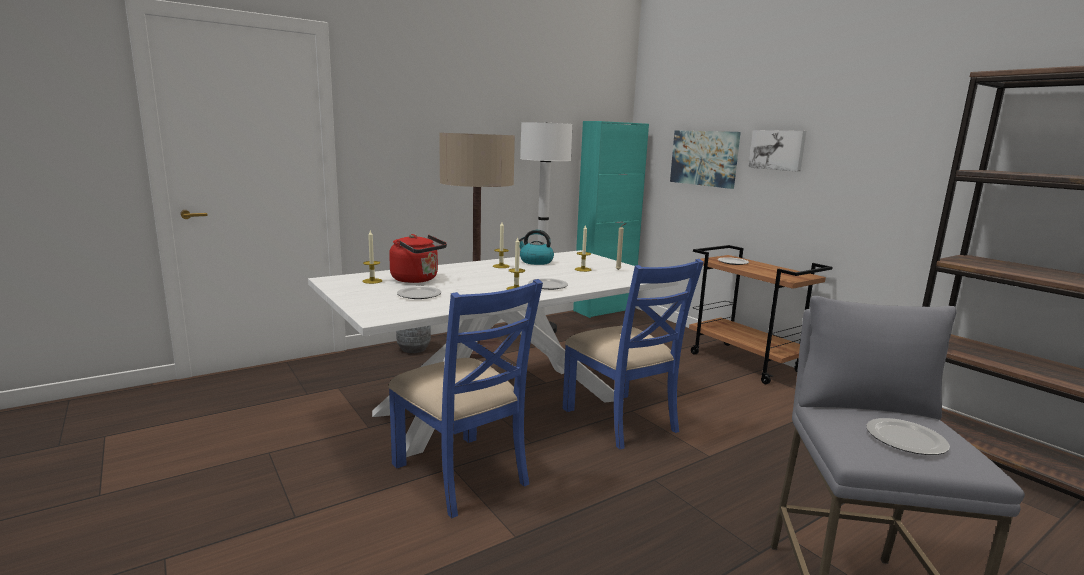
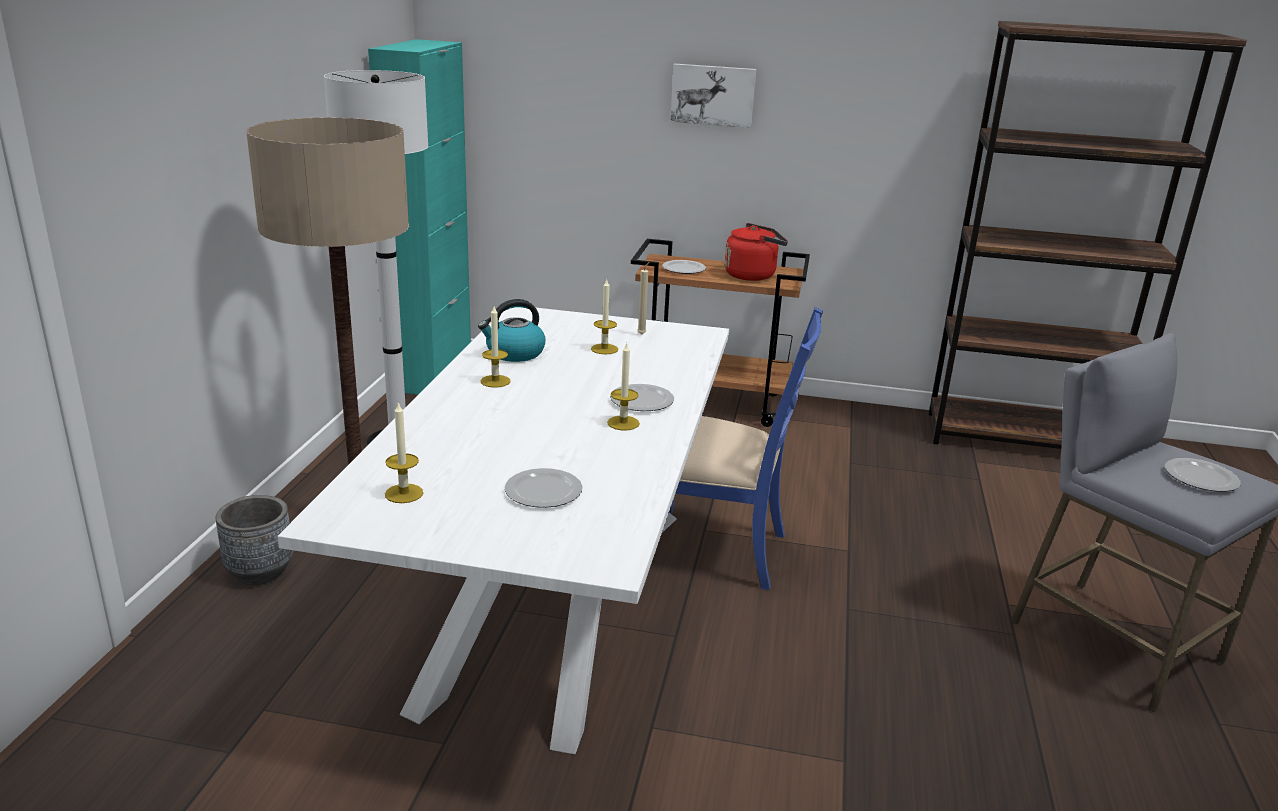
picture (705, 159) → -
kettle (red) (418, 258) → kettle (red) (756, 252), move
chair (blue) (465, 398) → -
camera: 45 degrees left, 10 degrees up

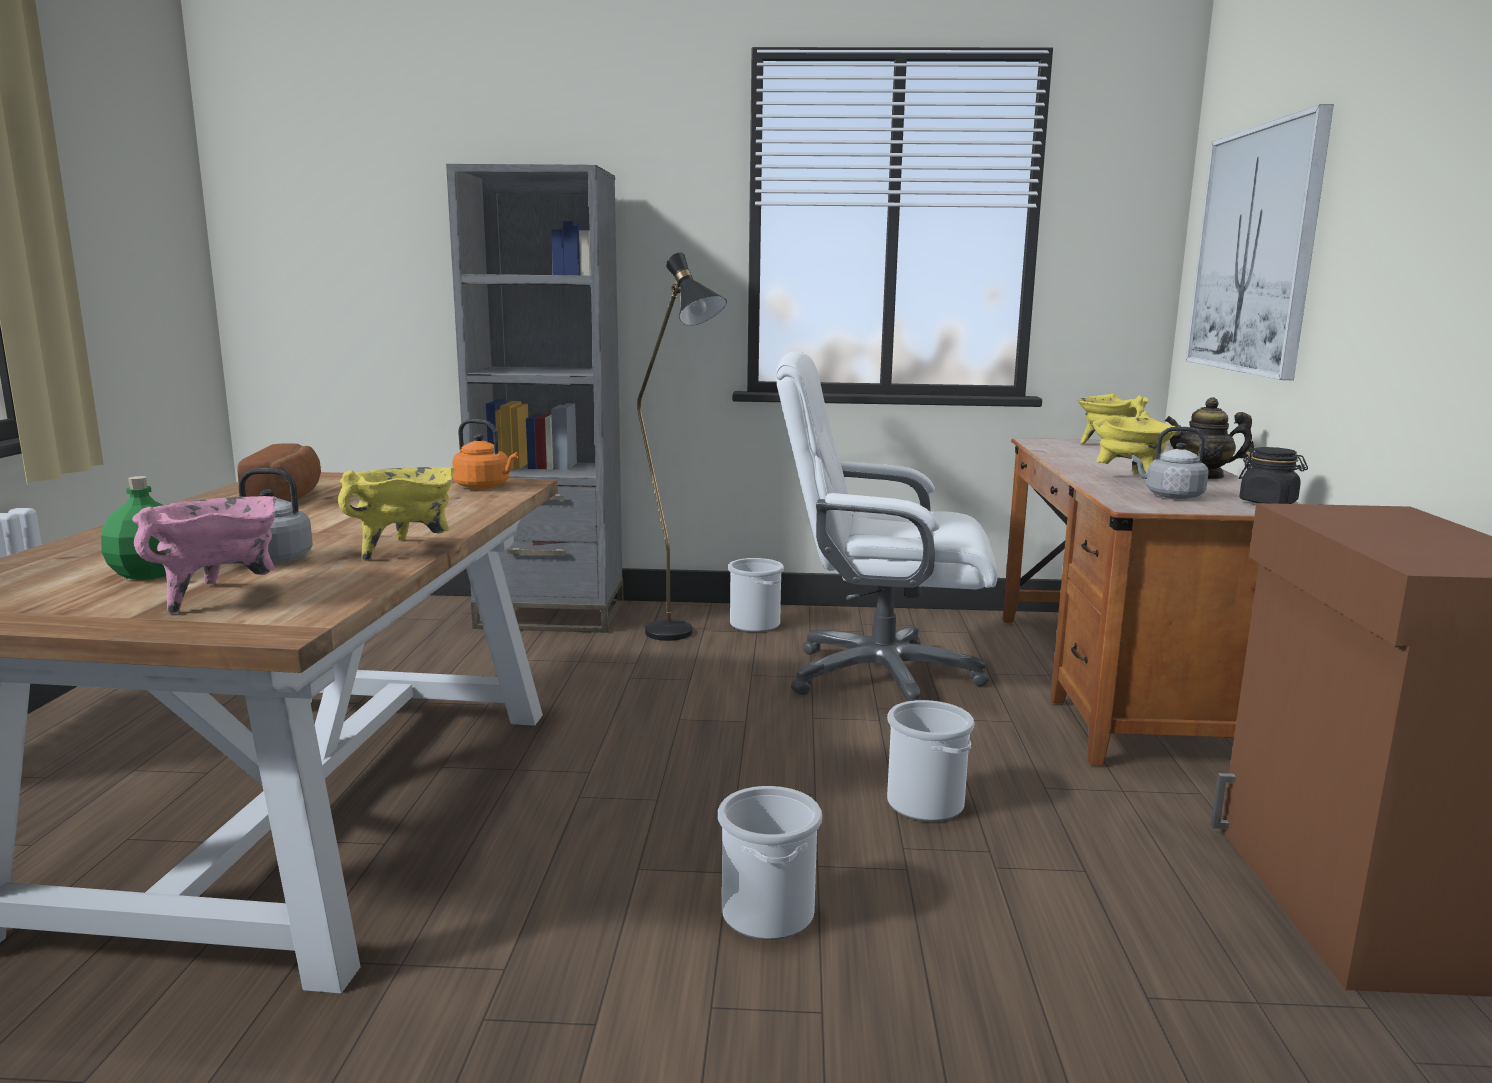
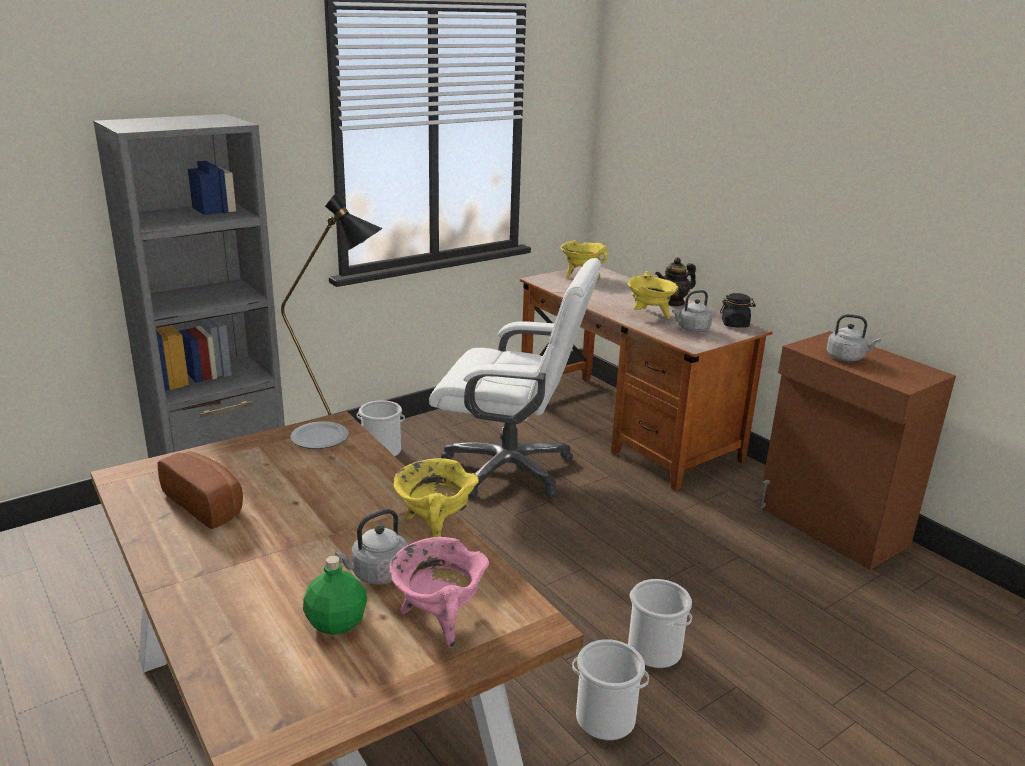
picture (1260, 242) → -
office chair (white) (887, 527) → office chair (white) (515, 378), 135 degrees counterclockwise
kettle (orange) (485, 454) → plate (319, 435)
bucket (930, 761) → bucket (610, 690), move
- → kettle (grey) (853, 337)
camera: 40 degrees left, 10 degrees up

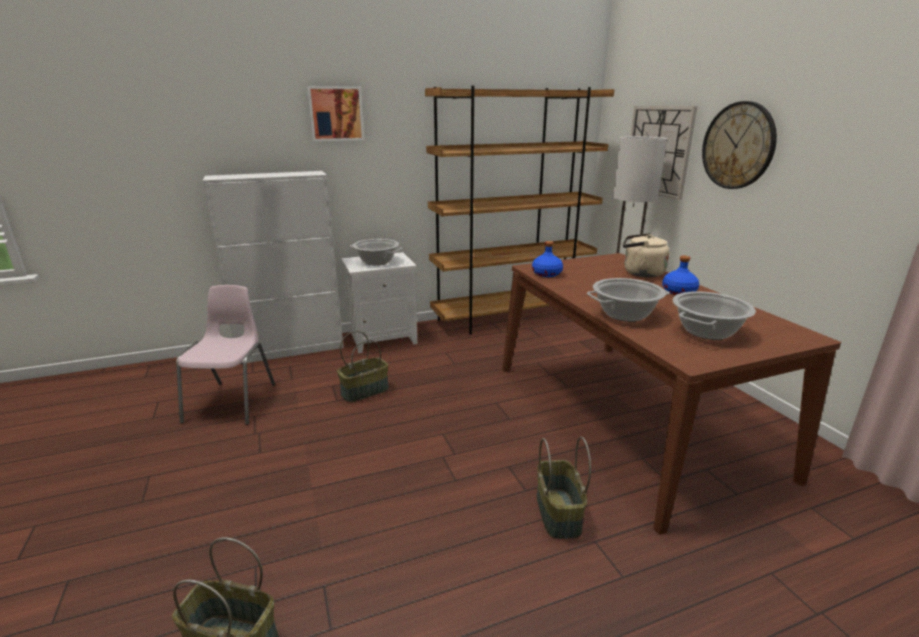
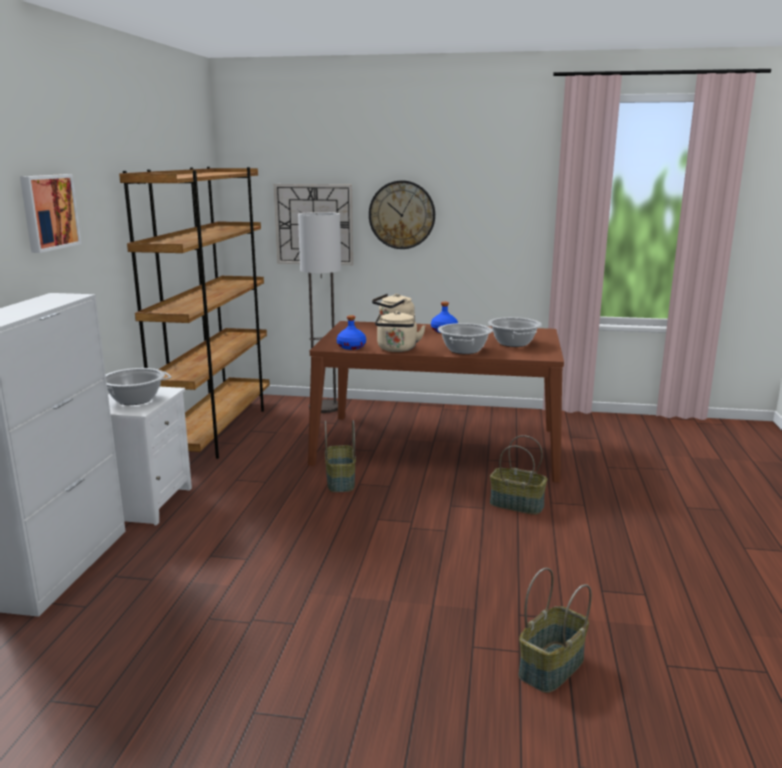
chair (pink) (225, 355) → -
basket (363, 366) → basket (340, 456), move
- → kettle (beige) (400, 331)
camera: 60 degrees left, 5 degrees down

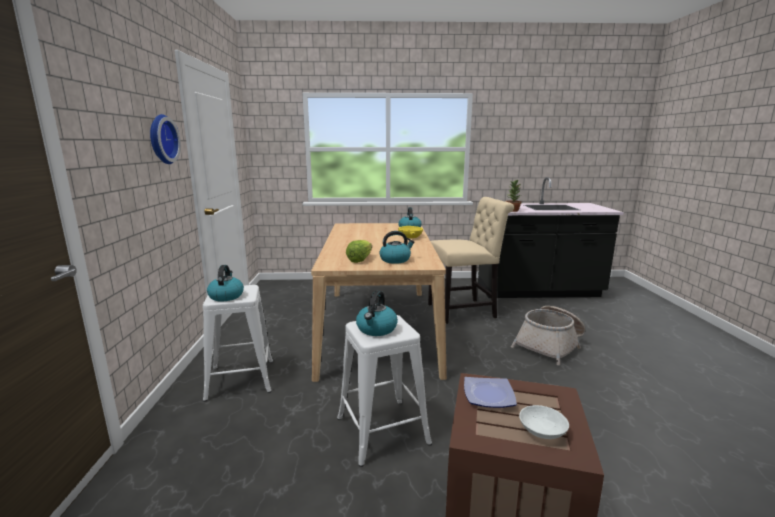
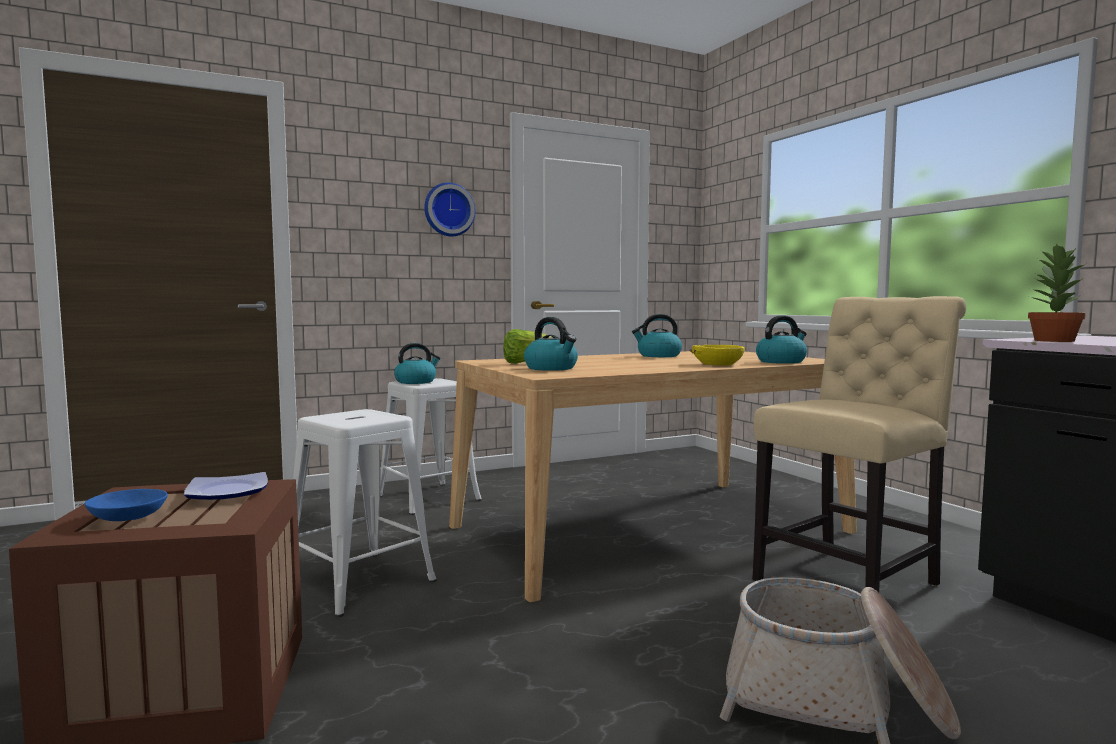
chair (beige) (471, 260) → chair (beige) (859, 444), 90 degrees counterclockwise
kettle (377, 313) → kettle (657, 335), move
bowl (white) (544, 422) → bowl (blue) (126, 505)
camera: 65 degrees right, 10 degrees down

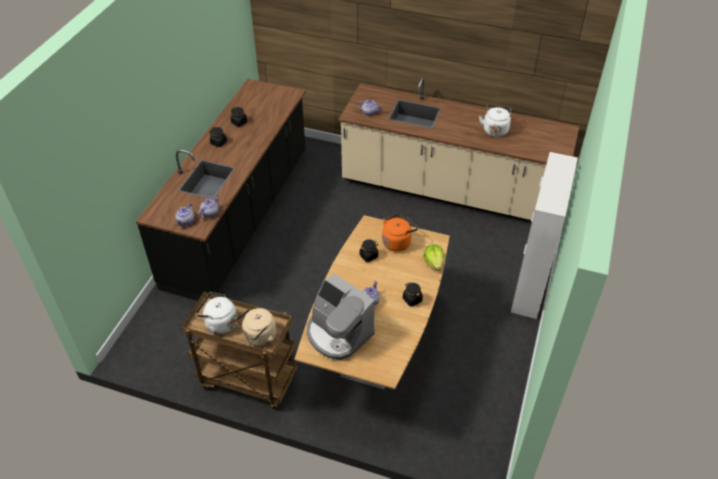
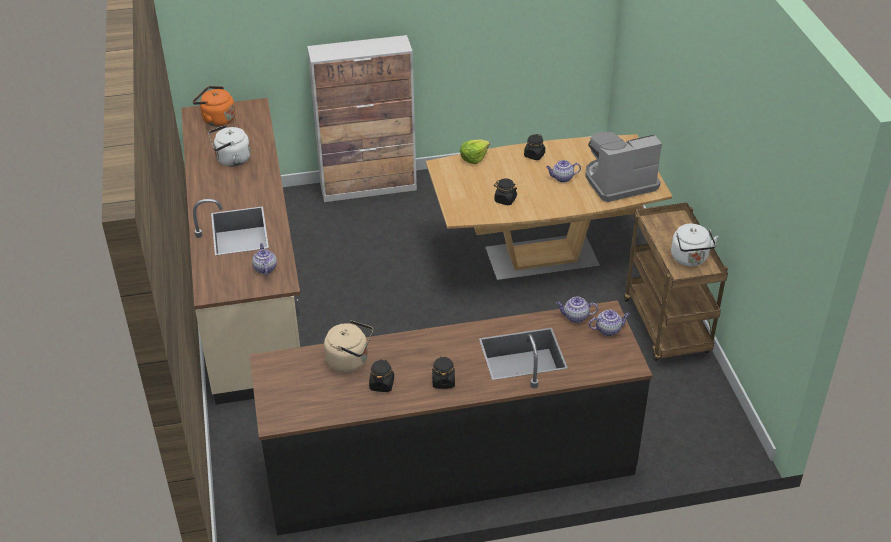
kettle (orange) (400, 232) → kettle (orange) (213, 106), move
coffee machine (340, 316) → coffee machine (623, 167), 120 degrees counterclockwise
kettle (beige) (255, 327) → kettle (beige) (348, 346), move
camera: 120 degrees left, 5 degrees down

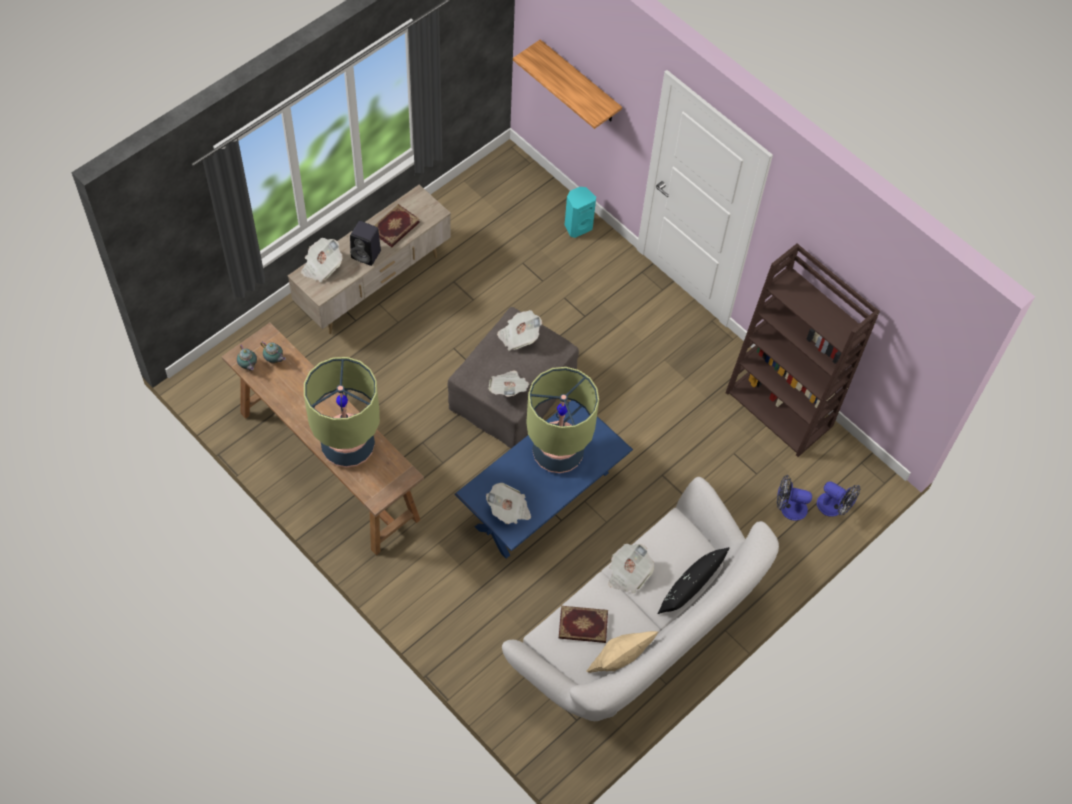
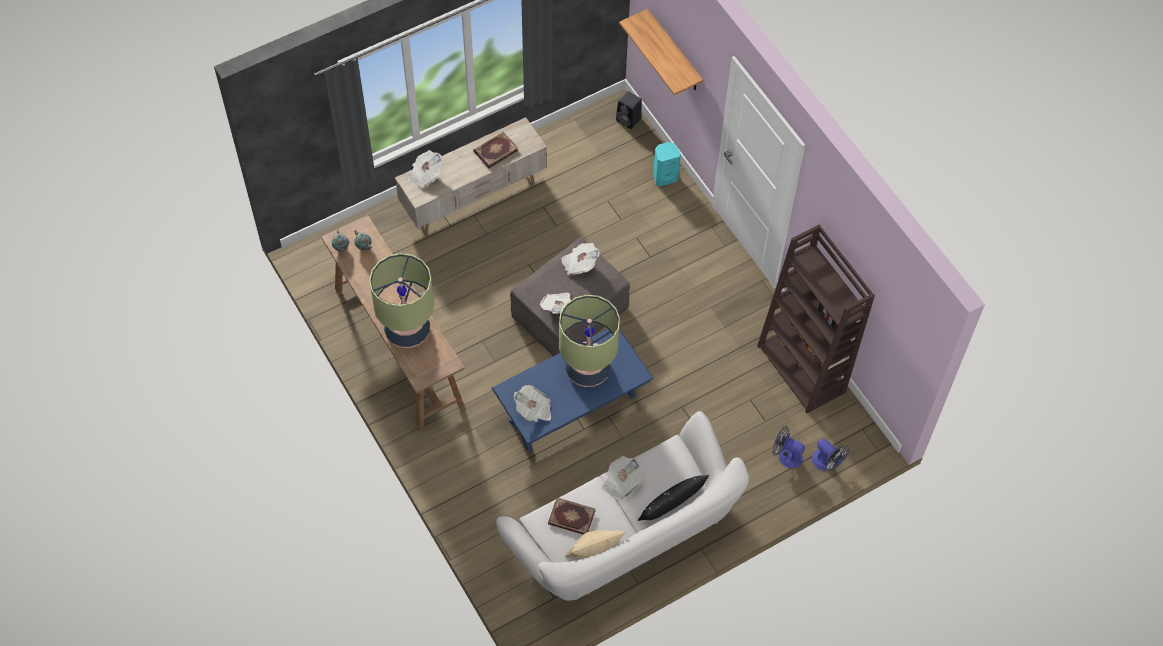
speaker (black) (365, 243) → speaker (black) (629, 110), move
camera: 15 degrees right, 0 degrees up

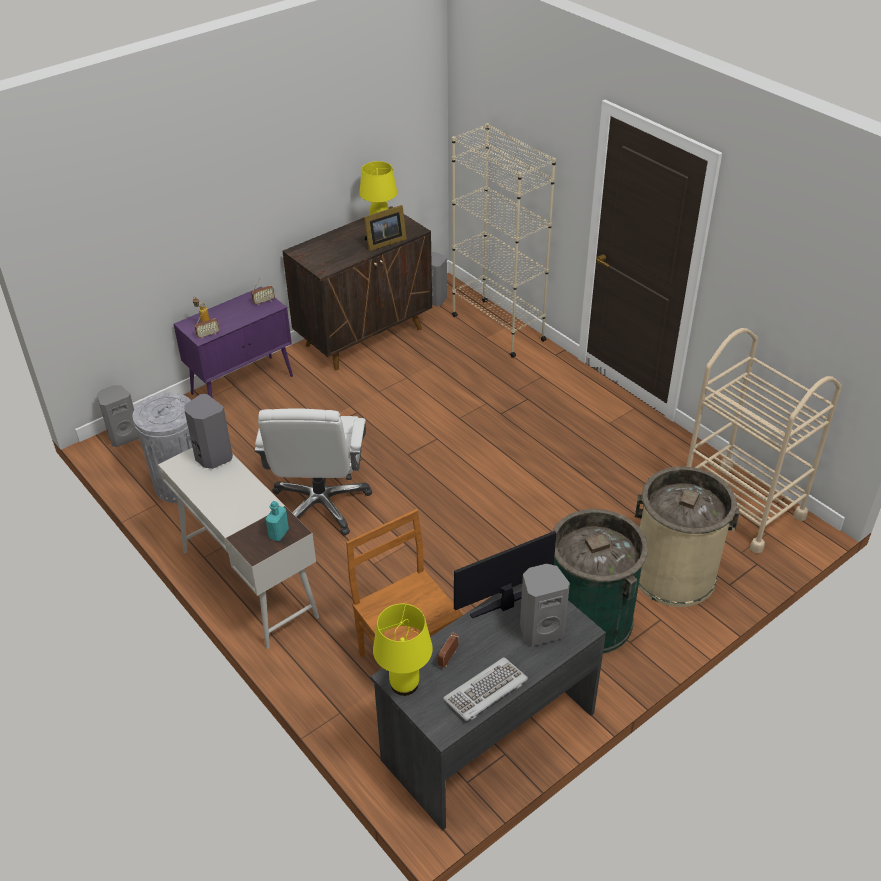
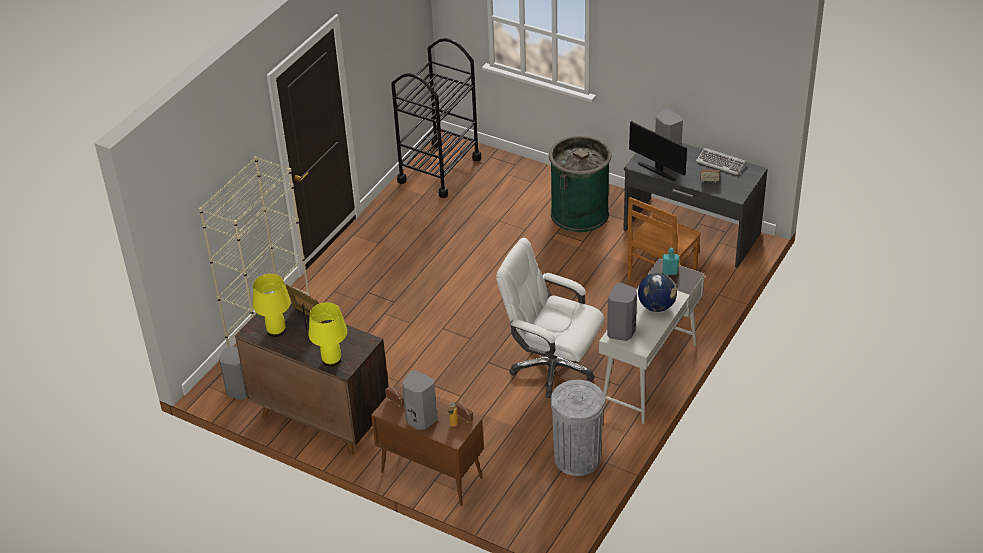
cabinet (purple) (233, 342) → cabinet (brown) (427, 445)
cart (beige) (764, 441) → cart (black) (436, 118)
speaker (grey) (118, 416) → speaker (grey) (419, 400), move
office chair (white) (313, 472) → office chair (white) (550, 318), 135 degrees counterclockwise
trash can (beige) (687, 537) → -
table lamp (yellow) (403, 650) → table lamp (yellow) (327, 334), move
- → globe (657, 292)
camera: 110 degrees left, 0 degrees up

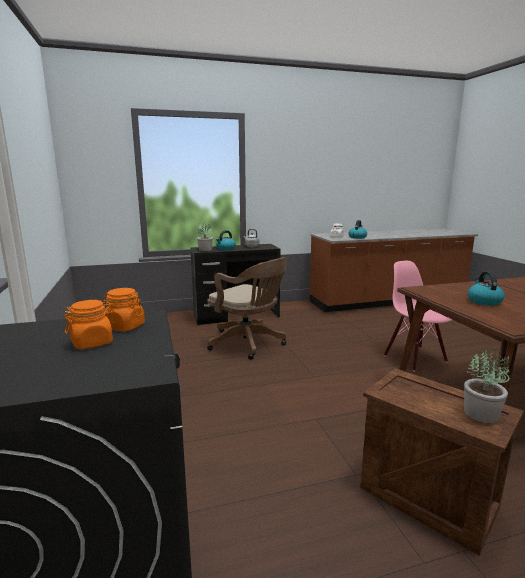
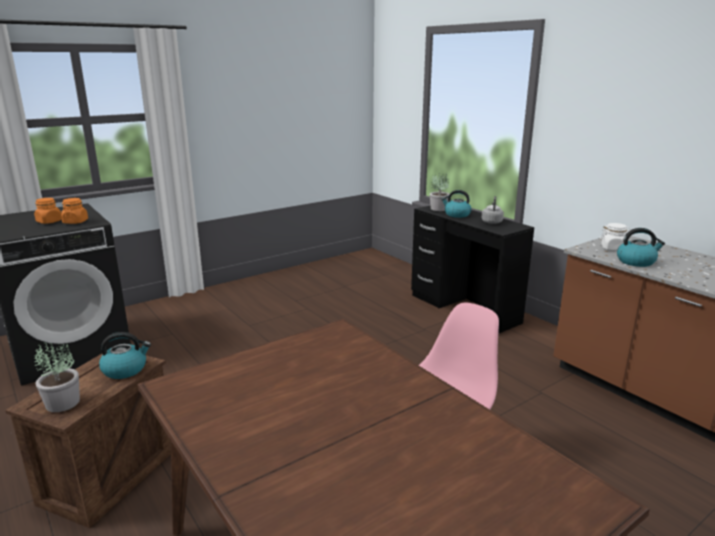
office chair (brown) (247, 308) → -
kettle (486, 288) → kettle (125, 355), move
camera: 70 degrees right, 5 degrees up

